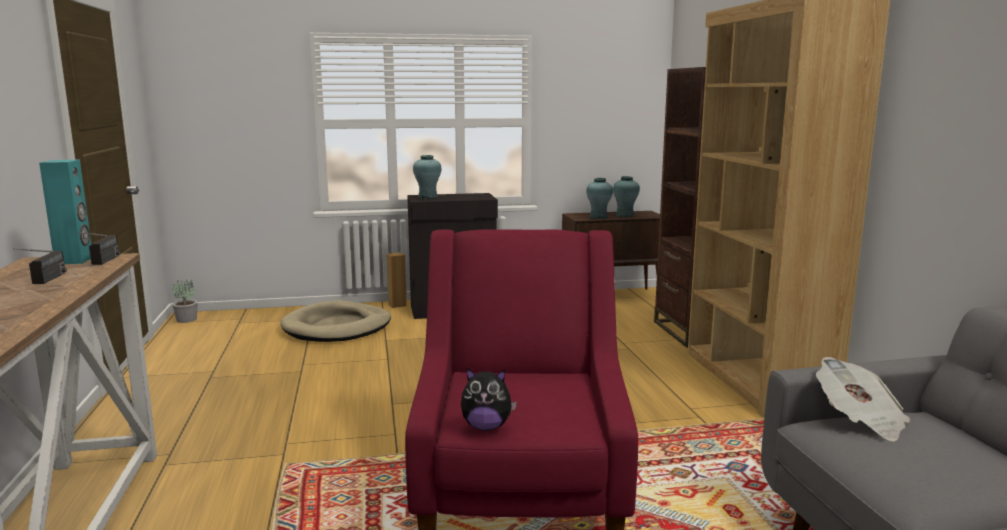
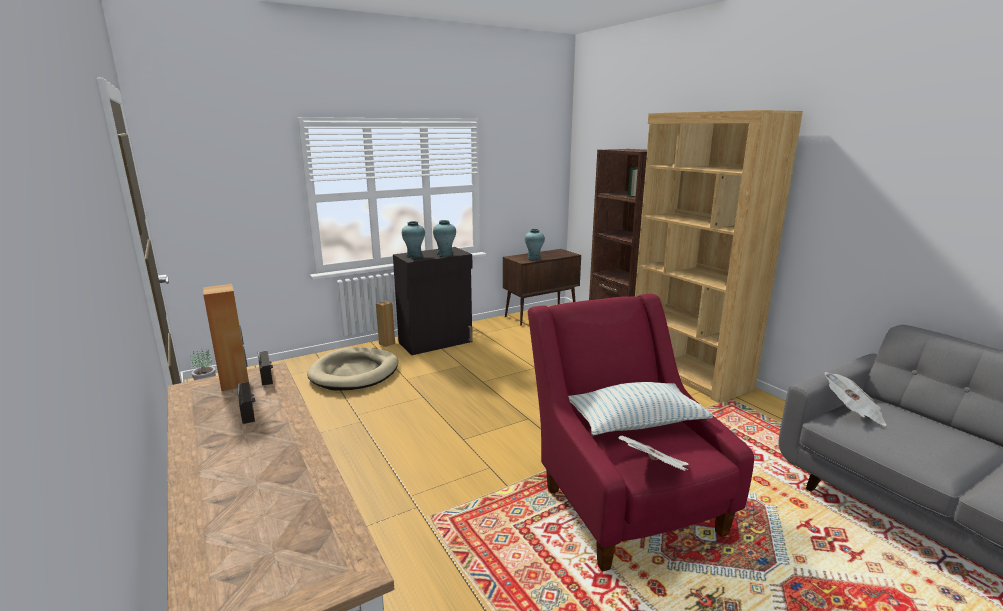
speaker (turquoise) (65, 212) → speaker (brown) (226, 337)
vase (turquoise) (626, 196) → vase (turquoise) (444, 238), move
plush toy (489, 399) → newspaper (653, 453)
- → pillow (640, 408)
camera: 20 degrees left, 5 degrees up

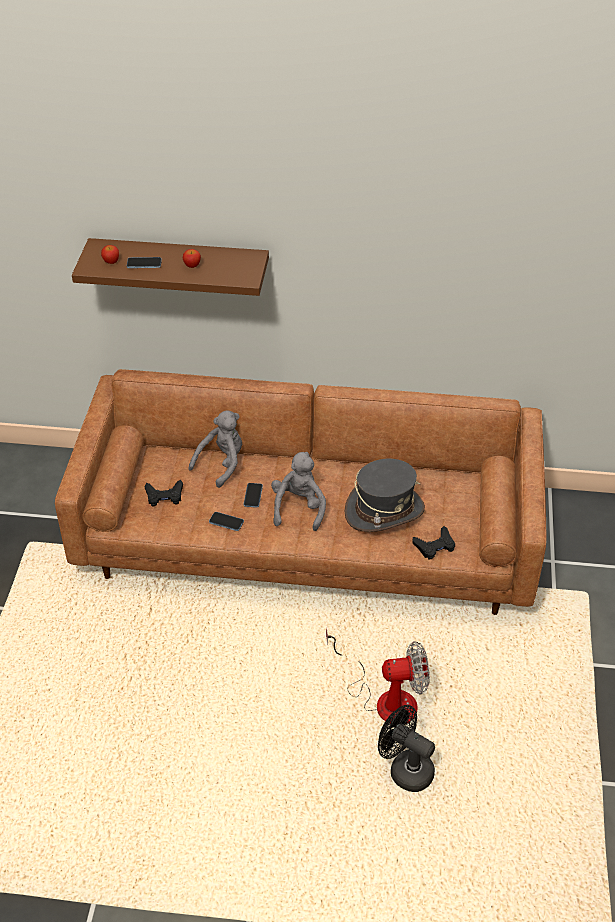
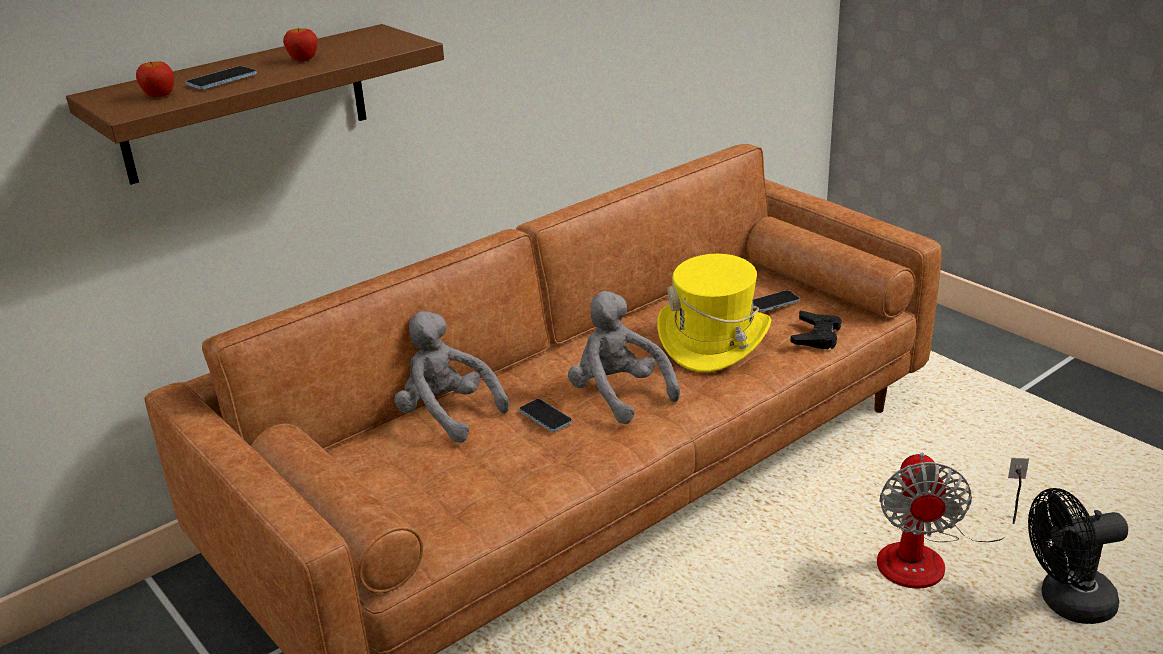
plush toy (grey) (215, 449) → plush toy (grey) (451, 377), 45 degrees counterclockwise
hat (grey) (385, 495) → hat (yellow) (714, 313)
game controller (black) (163, 493) → -
phone (226, 521) → phone (776, 301), move
fan (378, 675) → fan (953, 521), 150 degrees clockwise
camera: 45 degrees left, 15 degrees down

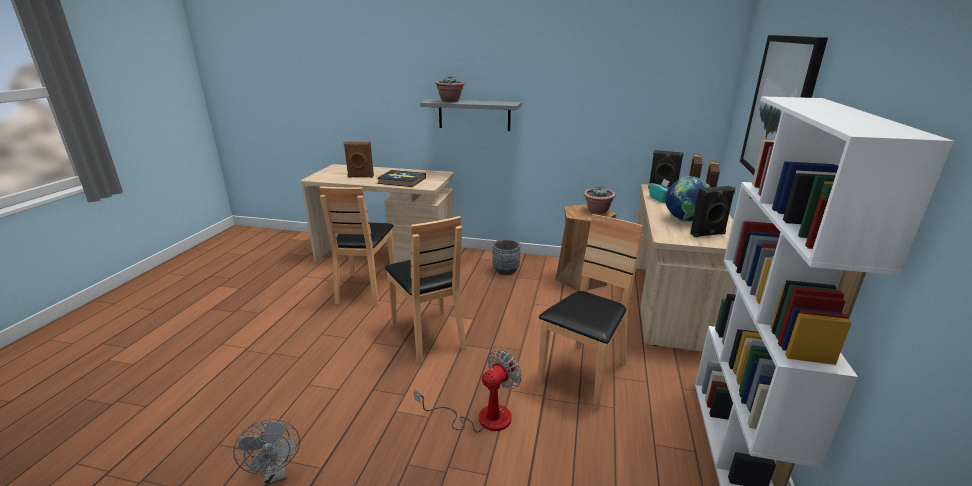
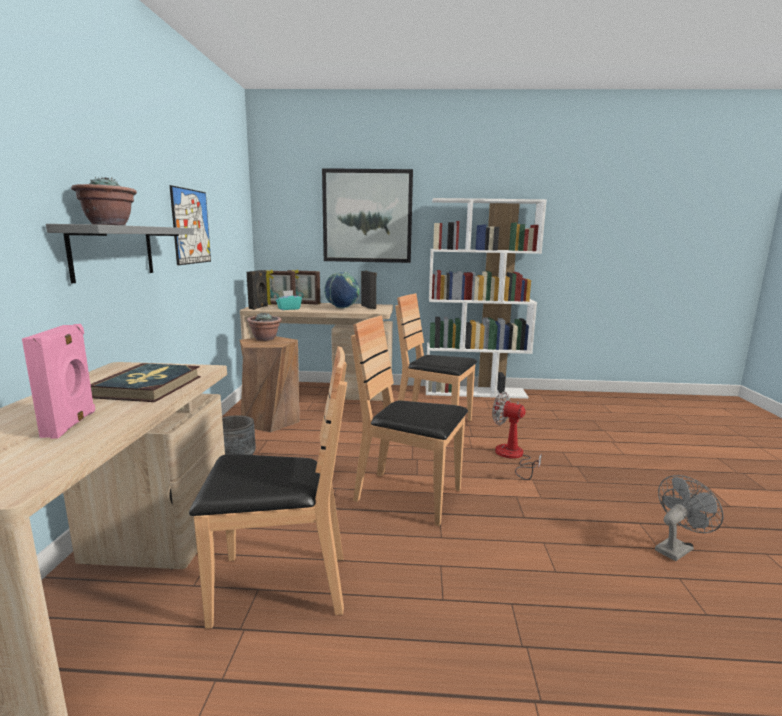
speaker (brown) (359, 160) → speaker (pink) (58, 381)
chair (brown) (426, 289) → chair (brown) (409, 421), 120 degrees counterclockwise
- → picture (190, 225)
camera: 100 degrees left, 10 degrees down

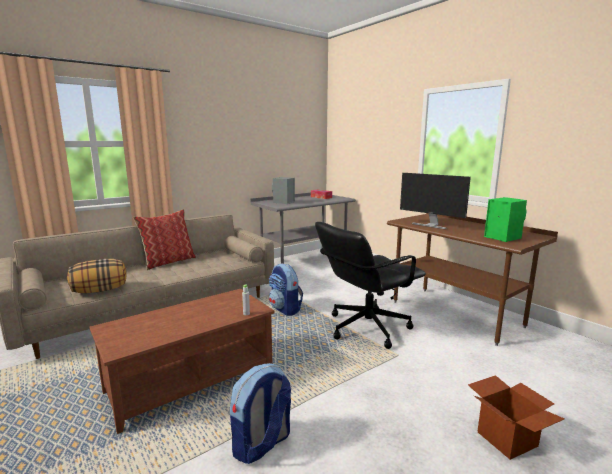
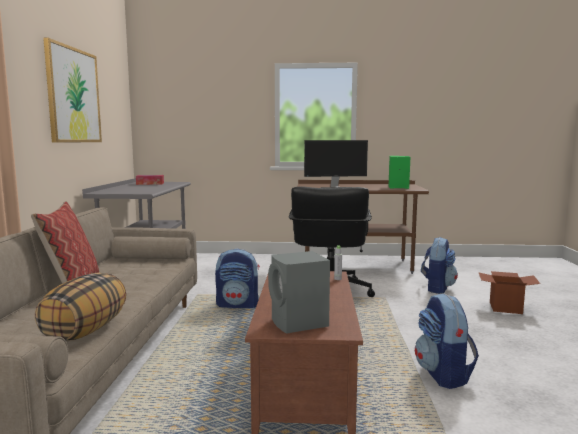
speaker (grey) (283, 190) → speaker (grey) (299, 292), move
- → picture (72, 90)
- → backpack (439, 265)
camera: 50 degrees left, 5 degrees down

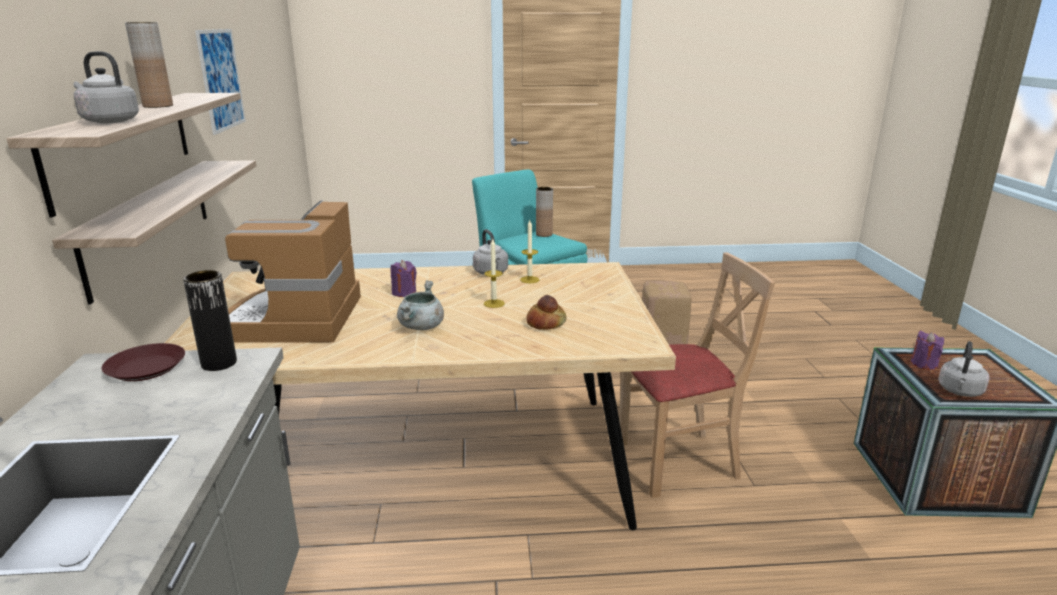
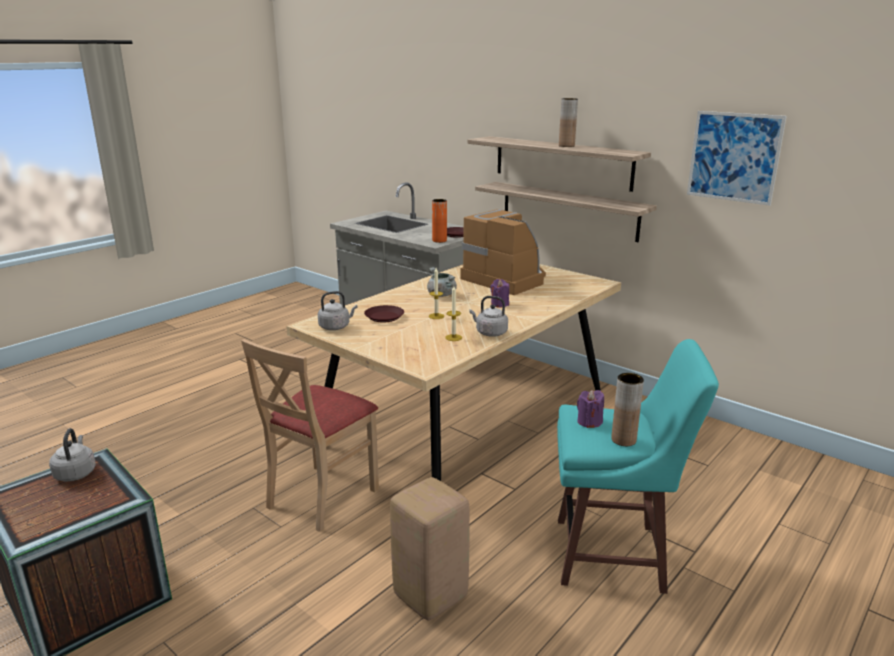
kettle (grey) (106, 87) → kettle (grey) (338, 310), move
vase (black) (210, 320) → vase (orange) (439, 221)
bread (546, 312) → plate (brown) (384, 313)
candle (purple) (927, 350) → candle (purple) (590, 409), move
camera: 135 degrees right, 0 degrees up

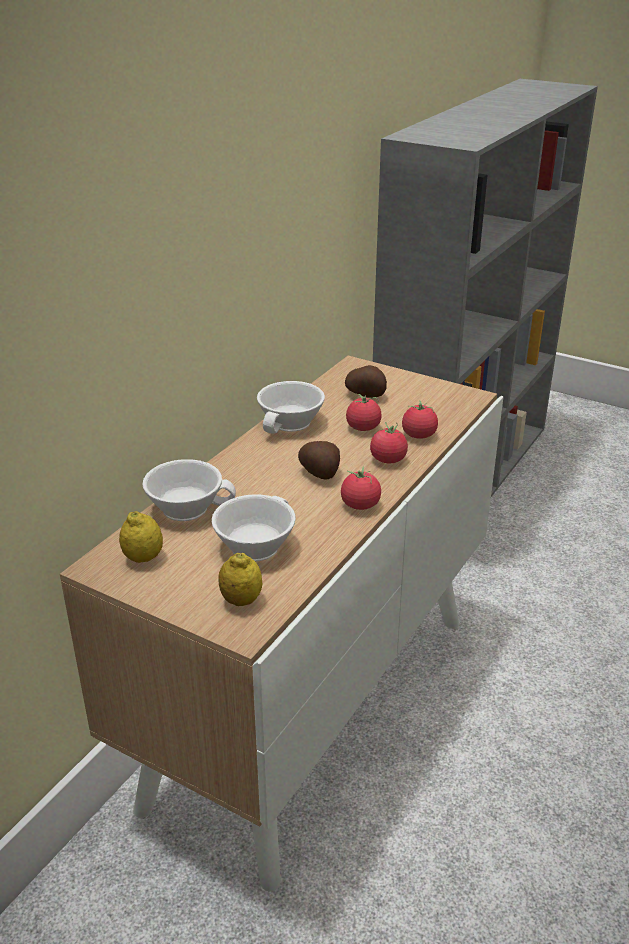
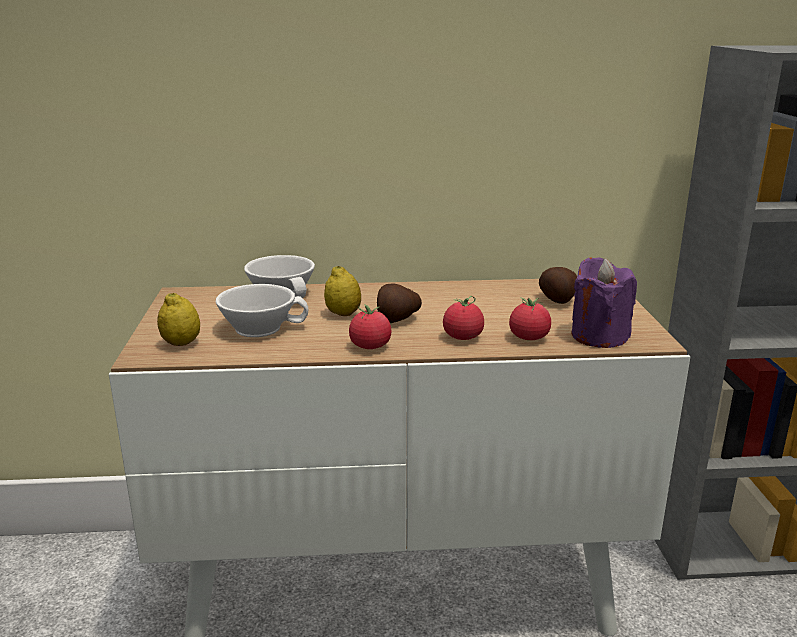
cup (white) (291, 407) → -
tomato (364, 412) → -
lemon (141, 537) → lemon (342, 291), move
- → candle (purple) (604, 303)
camera: 55 degrees right, 10 degrees down

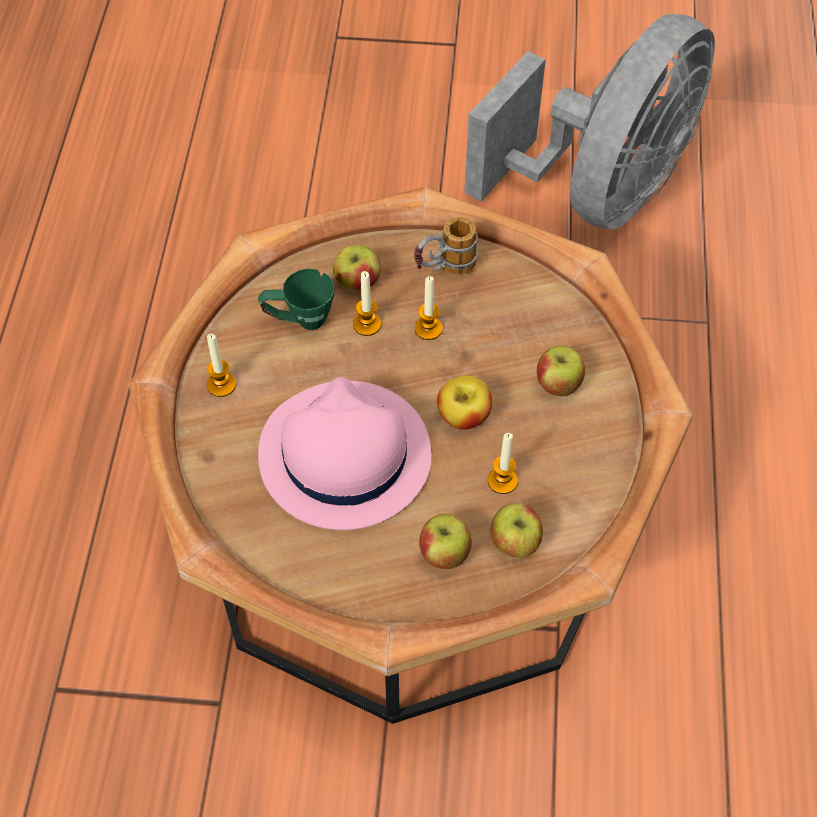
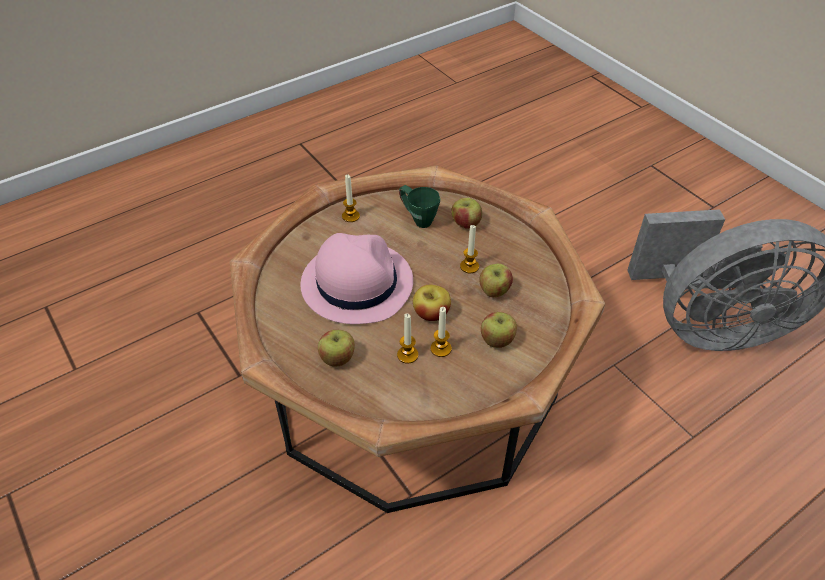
mug (446, 246) → -
candle (367, 303) → candle (441, 332), move
apple (516, 530) → apple (496, 280), move
camera: 50 degrees right, 10 degrees down

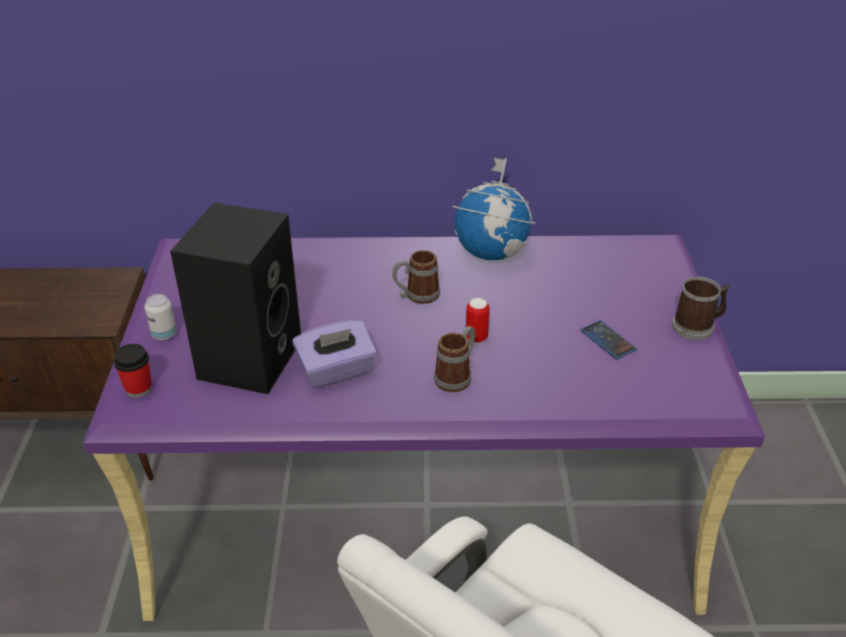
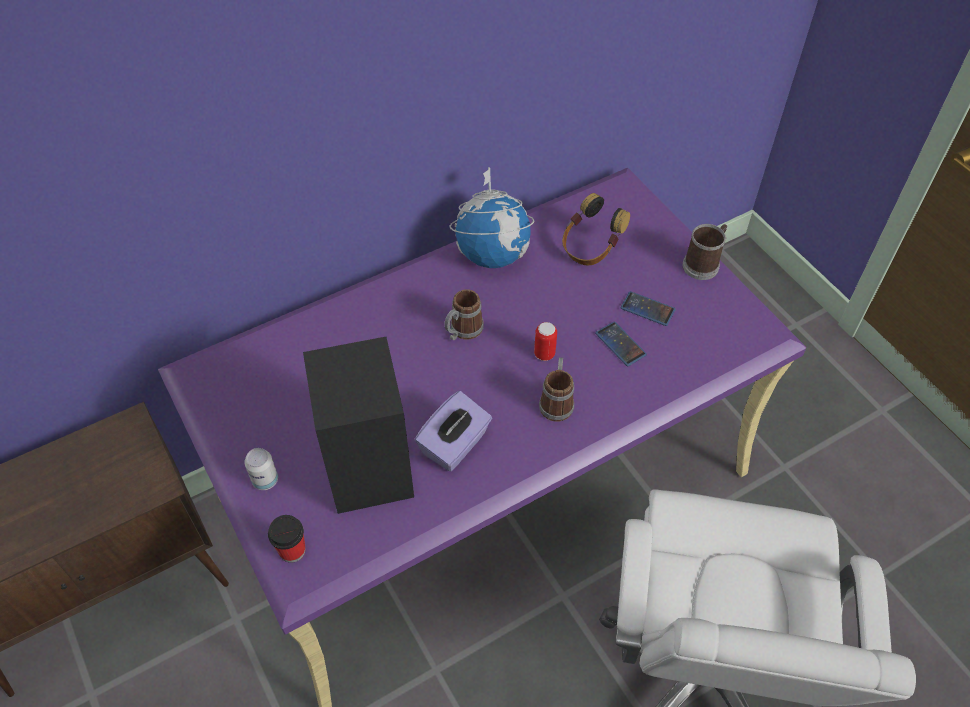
- → headphones (596, 229)
- → phone (621, 344)
camera: 30 degrees left, 15 degrees up

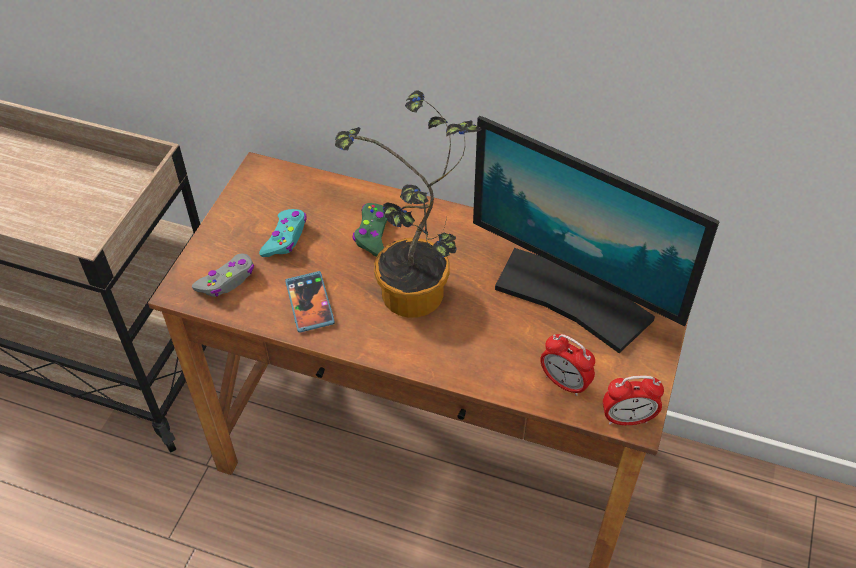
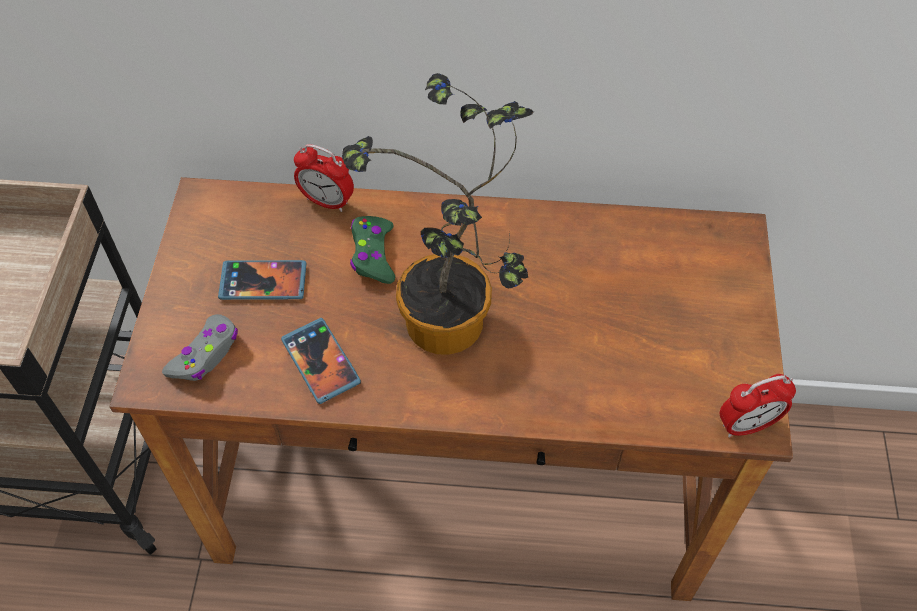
monitor (596, 234) → -
game controller (turquoise) (283, 233) → phone (262, 280)
alarm clock (567, 365) → alarm clock (324, 178), move
camera: 15 degrees left, 5 degrees up

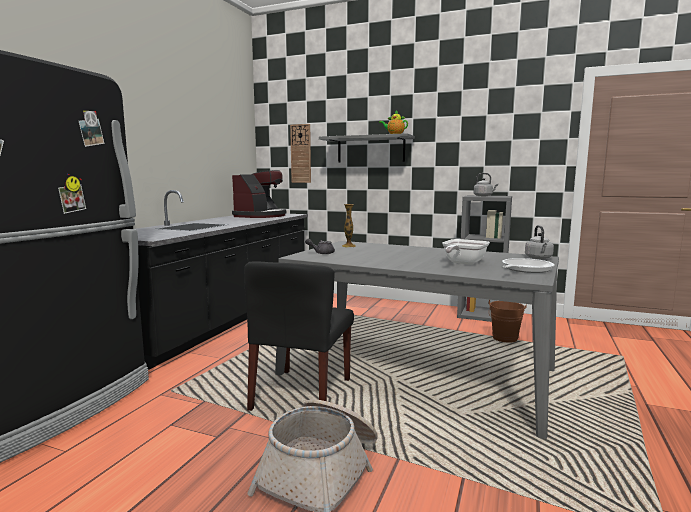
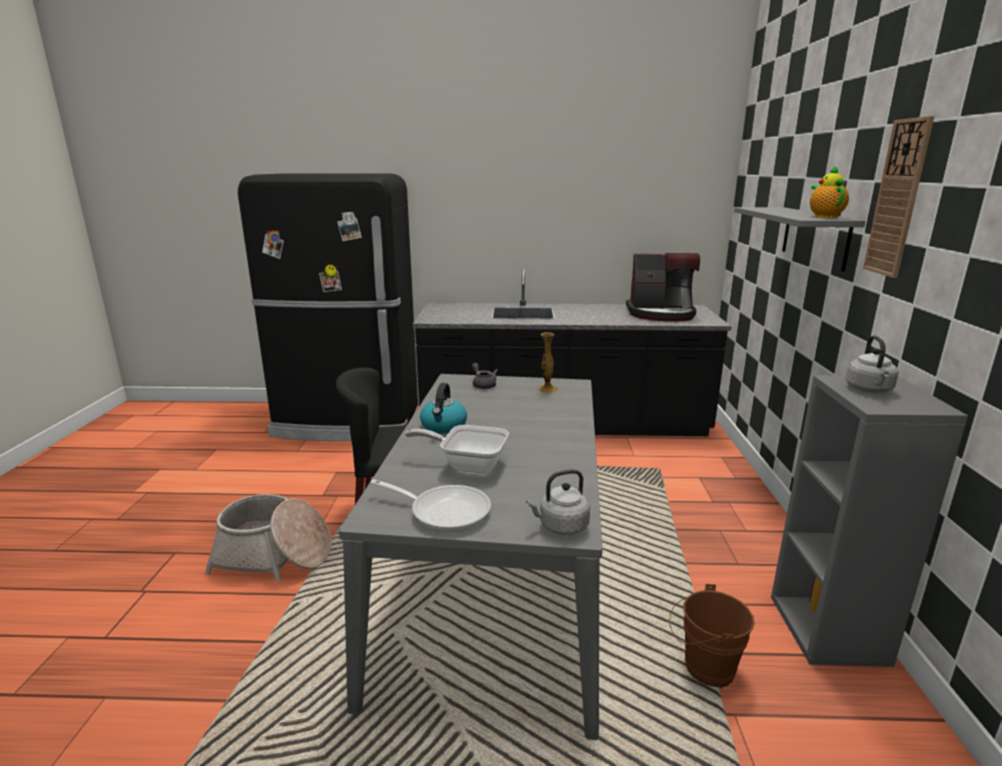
wall clock (300, 153) → wall clock (899, 197), move
- → kettle (443, 408)
camera: 70 degrees right, 10 degrees up

